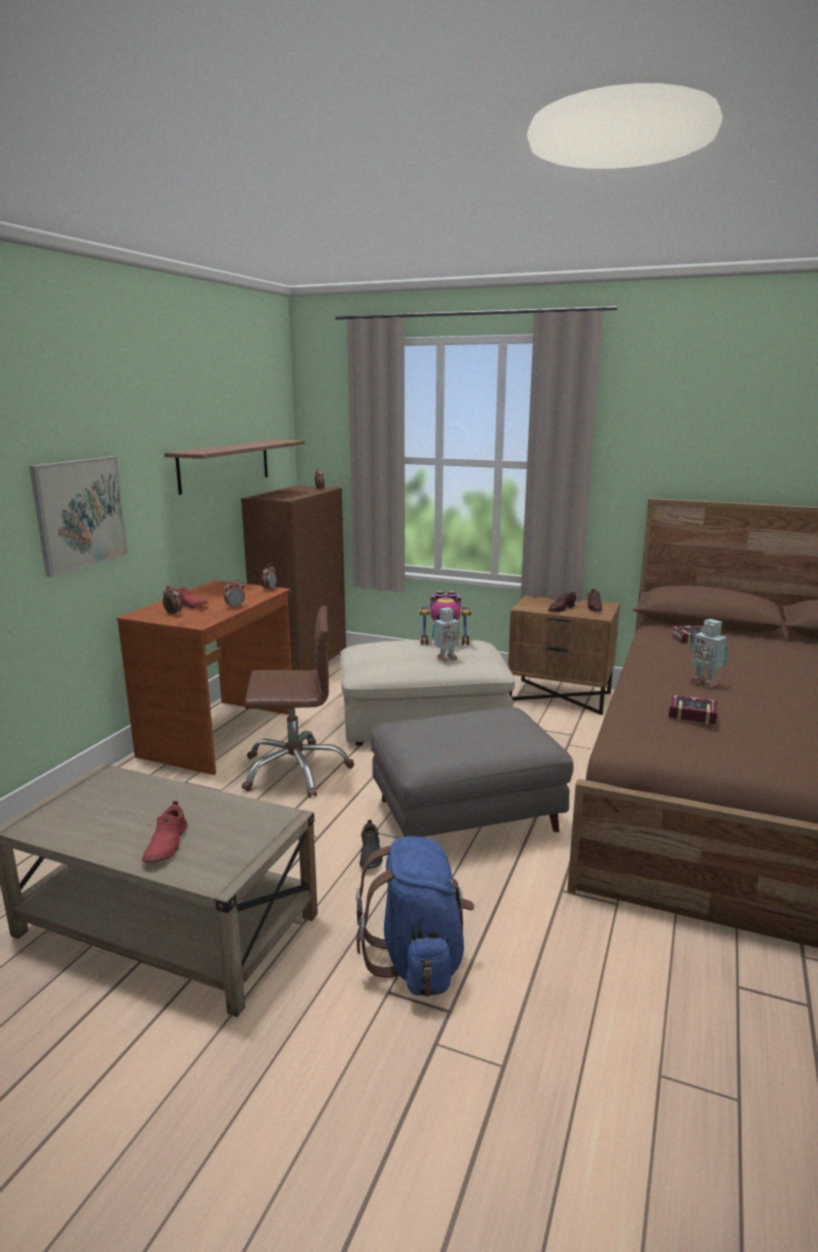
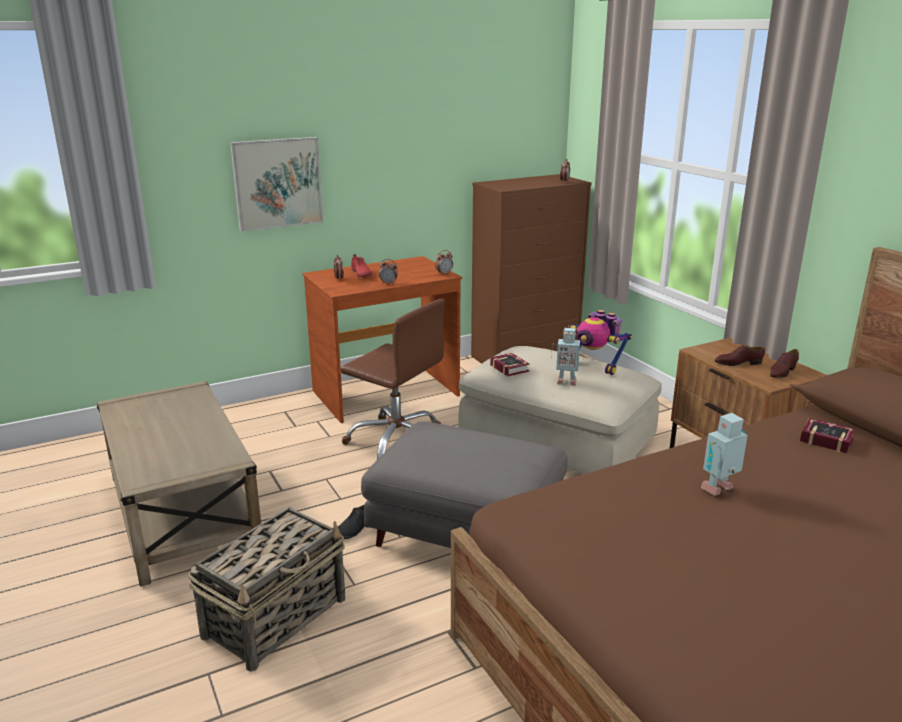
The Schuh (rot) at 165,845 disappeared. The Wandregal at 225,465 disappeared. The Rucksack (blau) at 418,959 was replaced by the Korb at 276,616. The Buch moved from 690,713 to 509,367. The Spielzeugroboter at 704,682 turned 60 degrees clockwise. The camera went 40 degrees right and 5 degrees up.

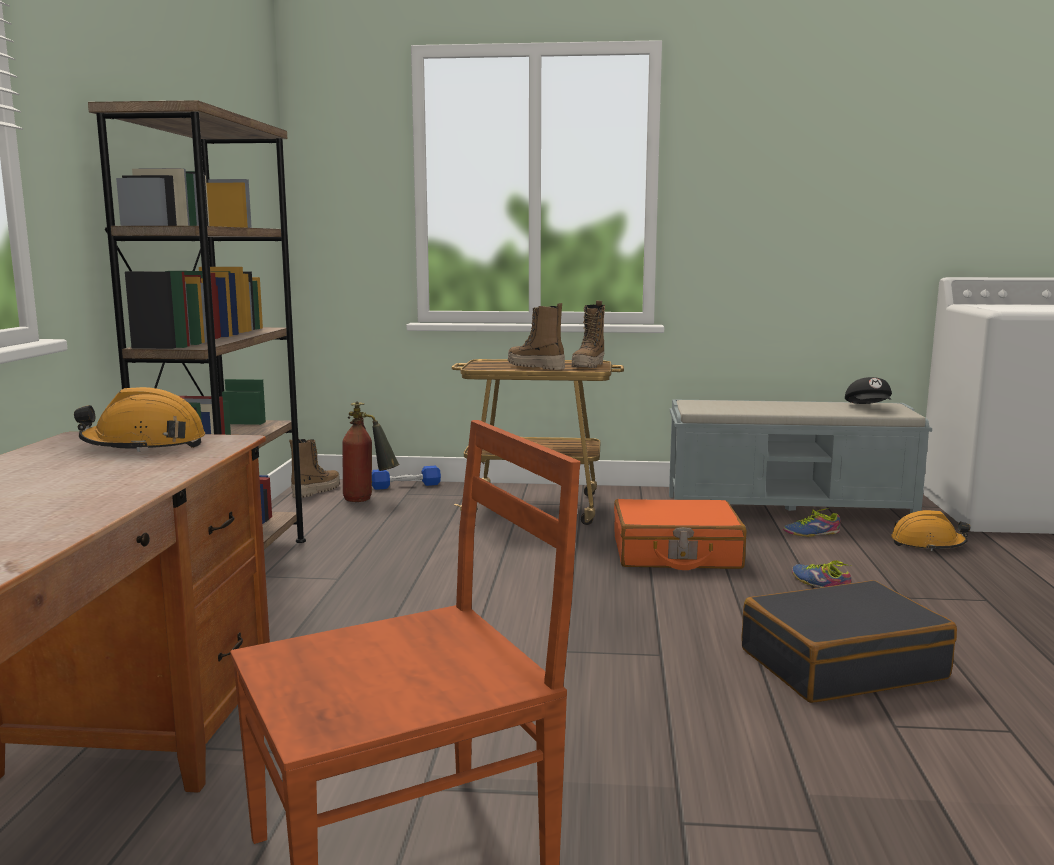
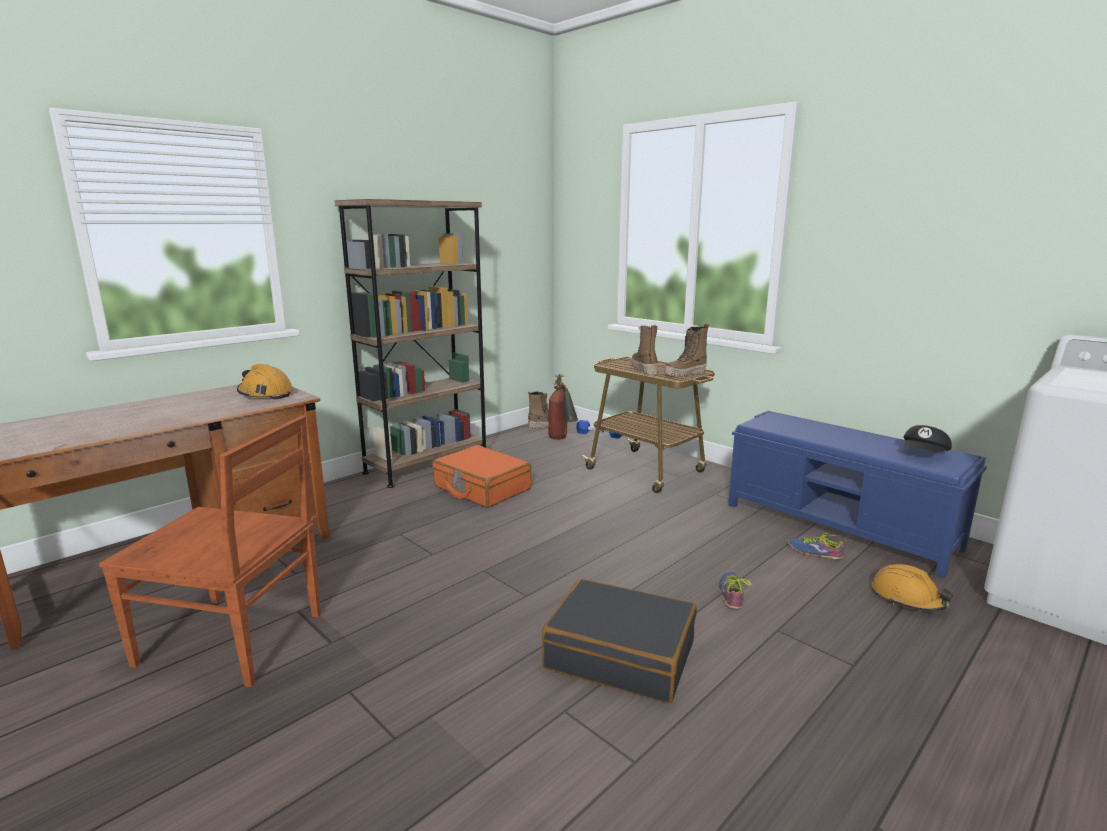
The Koffer (orange) moved from 676,553 to 481,488. The Bank (grau) at 789,509 became the Bank (blau) at 840,526. The camera went 40 degrees right and 5 degrees up.

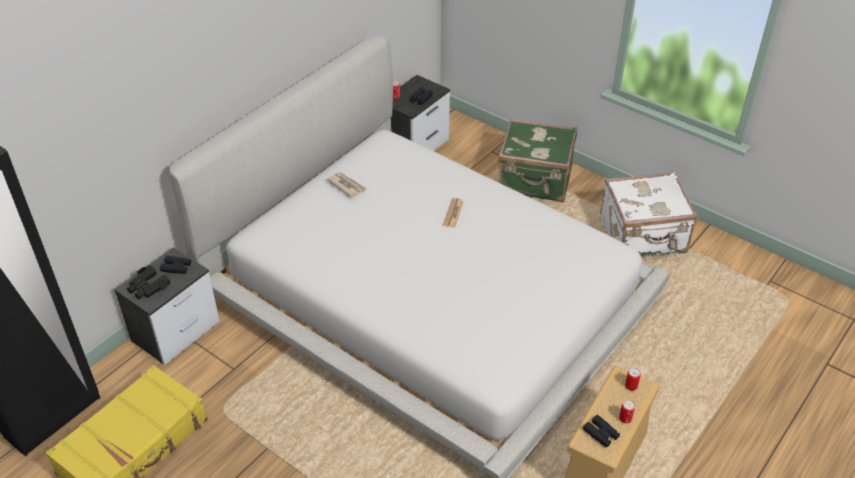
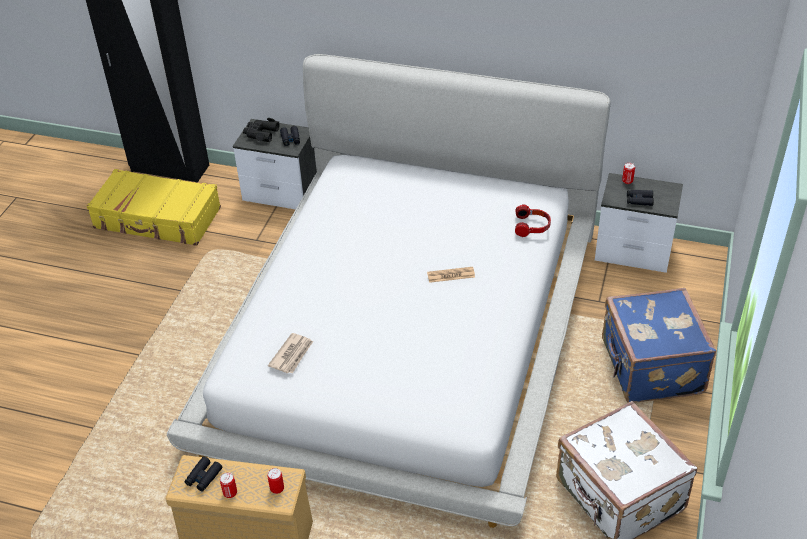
The Zeitung moved from 346,185 to 292,355. The Koffer (grün) at 535,181 became the Koffer (blau) at 650,367. The Kopfhörer at 532,226 appeared. The camera went 70 degrees right and 0 degrees up.

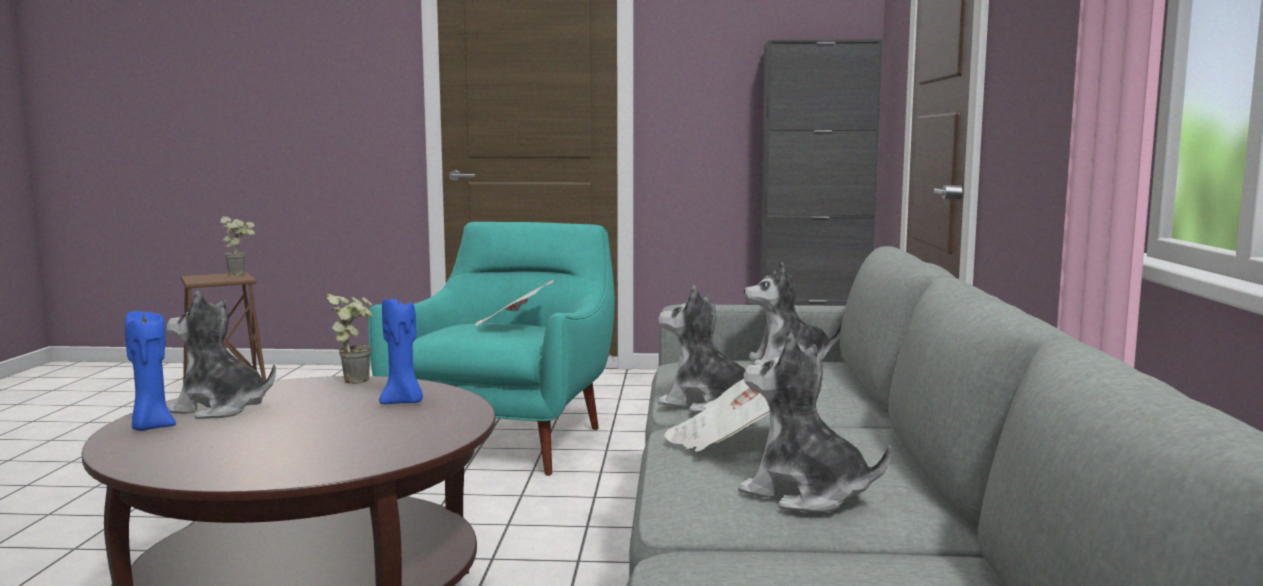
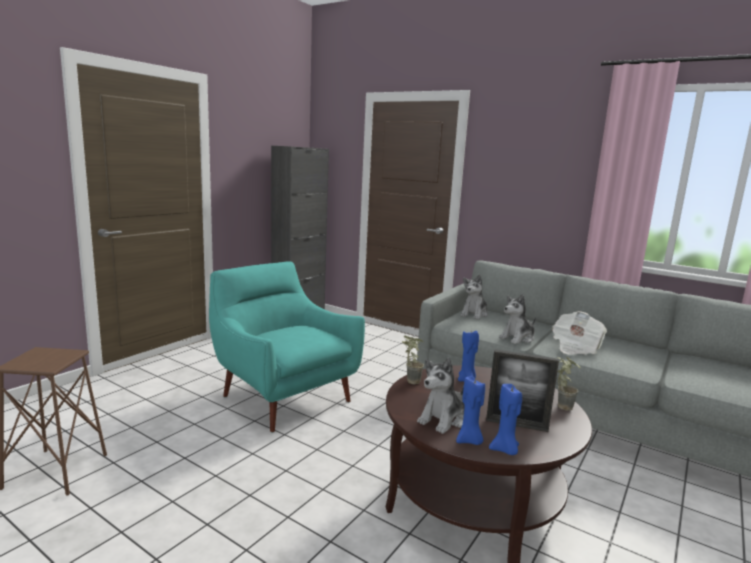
The Topfpflanze moved from 241,274 to 561,405. The Zeitung at 511,327 disappeared. The Plüschtier at 805,494 disappeared. The Bilderrahmen at 516,425 appeared. The Kerze (blau) at 505,450 appeared. The camera went 60 degrees left and 5 degrees up.

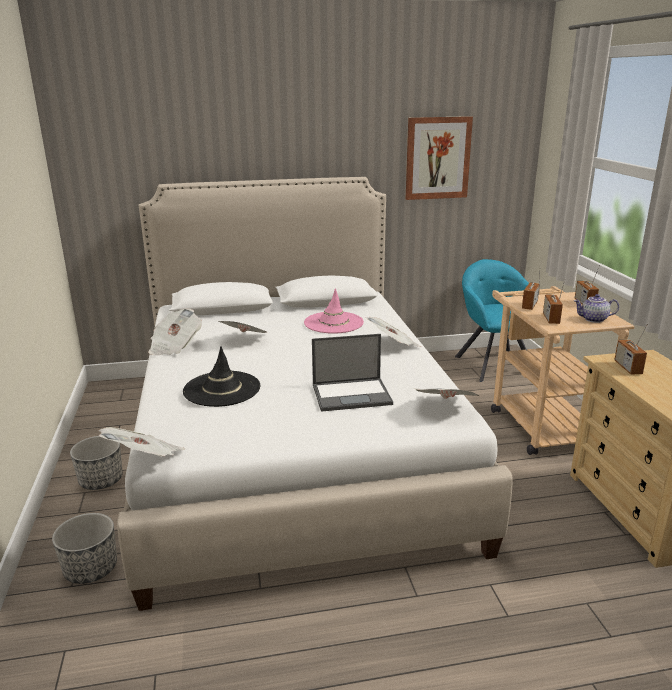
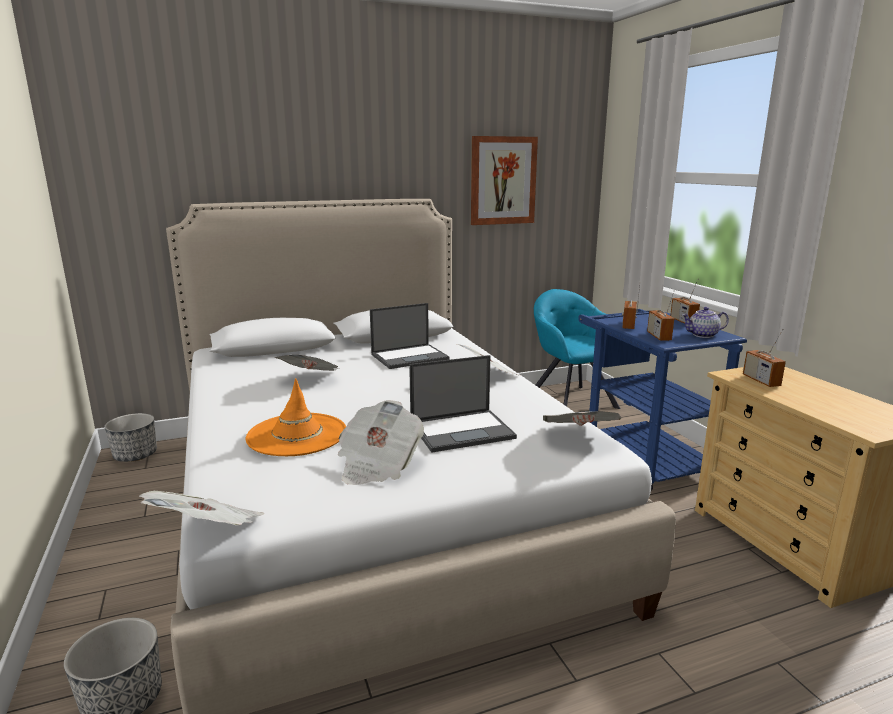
The Pflanzkübel moved from 101,480 to 135,455. The Zeitung moved from 174,346 to 378,465. The Hut (schwarz) at 222,389 became the Hut (orange) at 297,435. The Hut (rosa) at 333,323 was replaced by the Laptop at 410,357. The Rollwagen (beige) at 540,422 became the Rollwagen (blau) at 641,456. The camera went 10 degrees left and 5 degrees down.

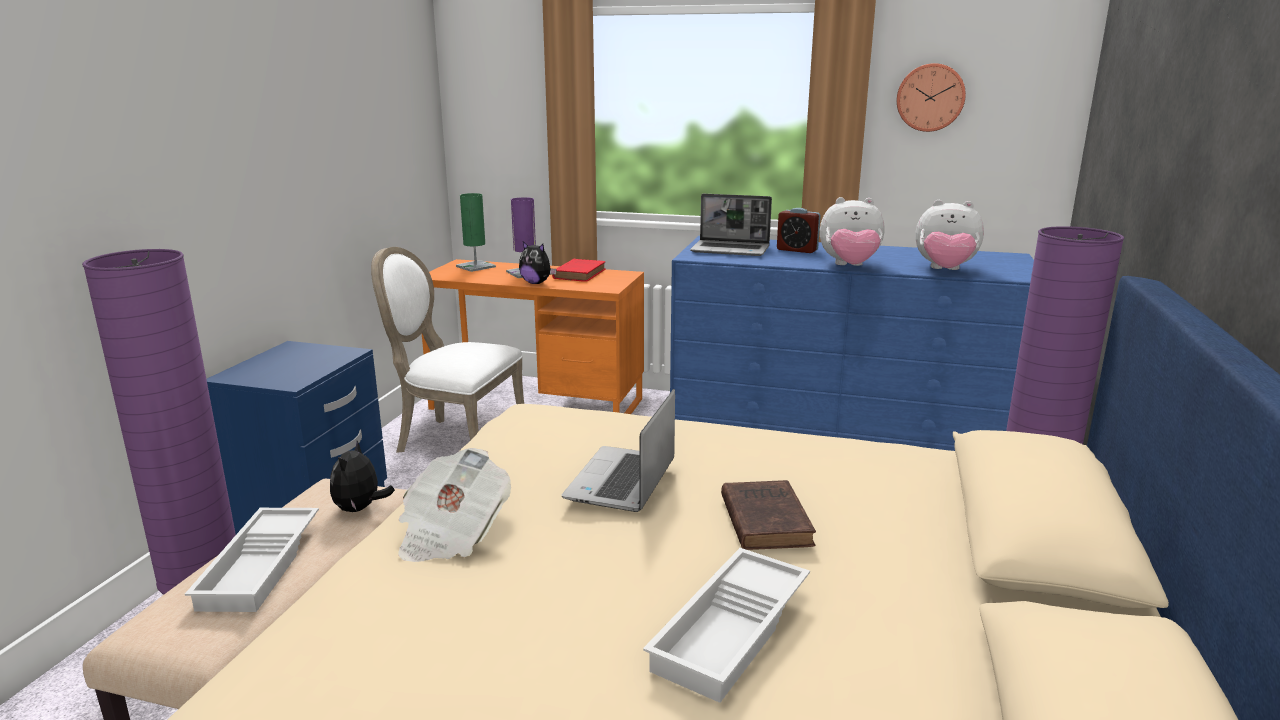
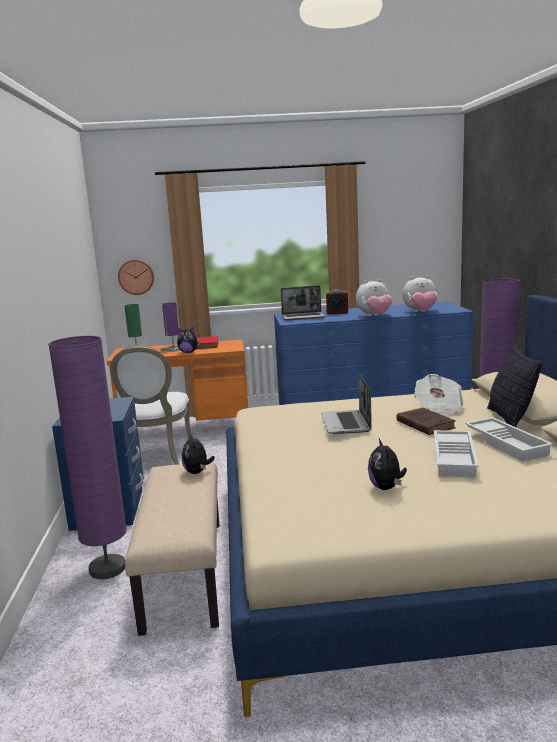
The Tablett (weiß) moved from 262,566 to 508,443. The Stuhl (weiß) at 456,441 turned 90 degrees counterclockwise. The Zeitung moved from 451,533 to 438,409. The Wanduhr moved from 930,97 to 136,277. The Plüschtier at 386,487 appeared. The Kissen at 510,420 appeared. The camera went 20 degrees left and 5 degrees down.

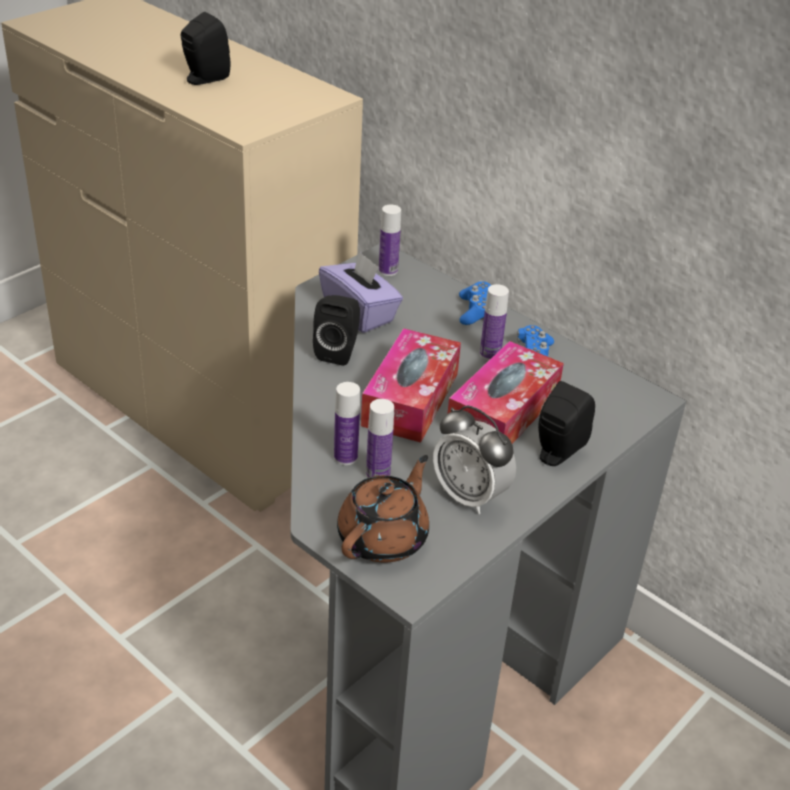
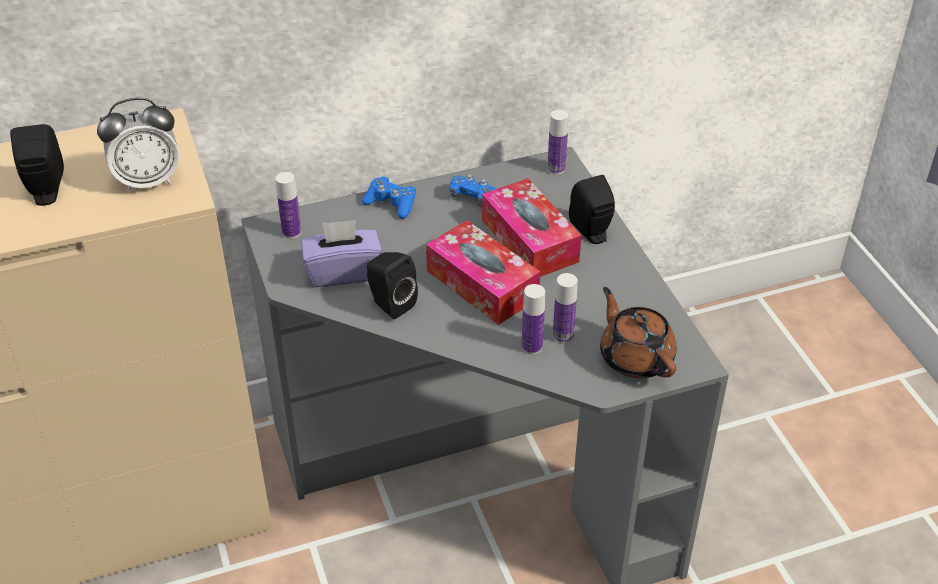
The Wecker moved from 470,496 to 148,181. The Flasche moved from 490,354 to 556,168. The camera went 60 degrees left and 5 degrees up.

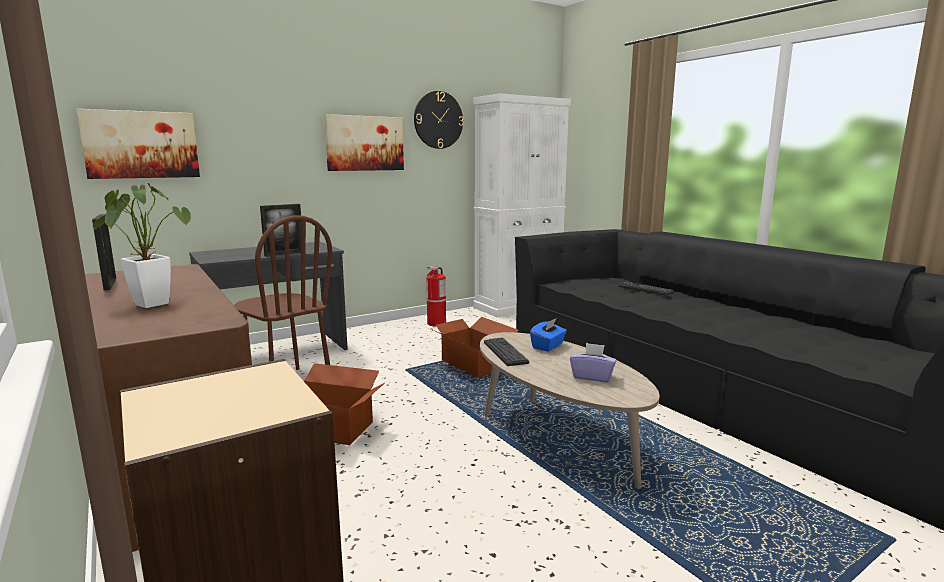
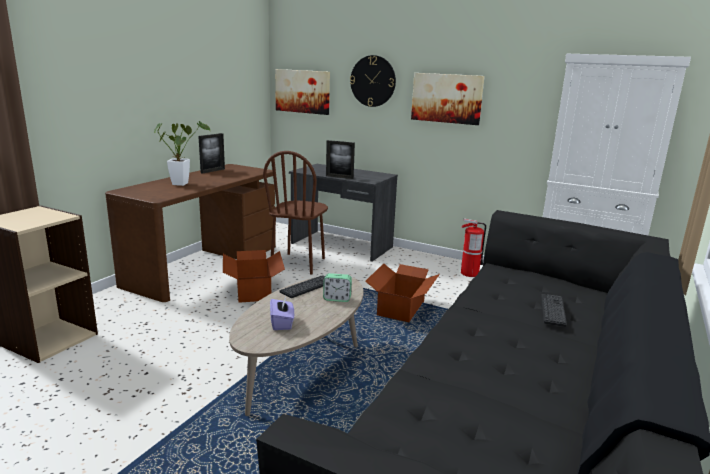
The Wanduhr moved from 438,120 to 373,81. The Taschentuchbox (blau) at 548,346 was replaced by the Wecker at 337,299. The camera went 60 degrees right and 5 degrees up.

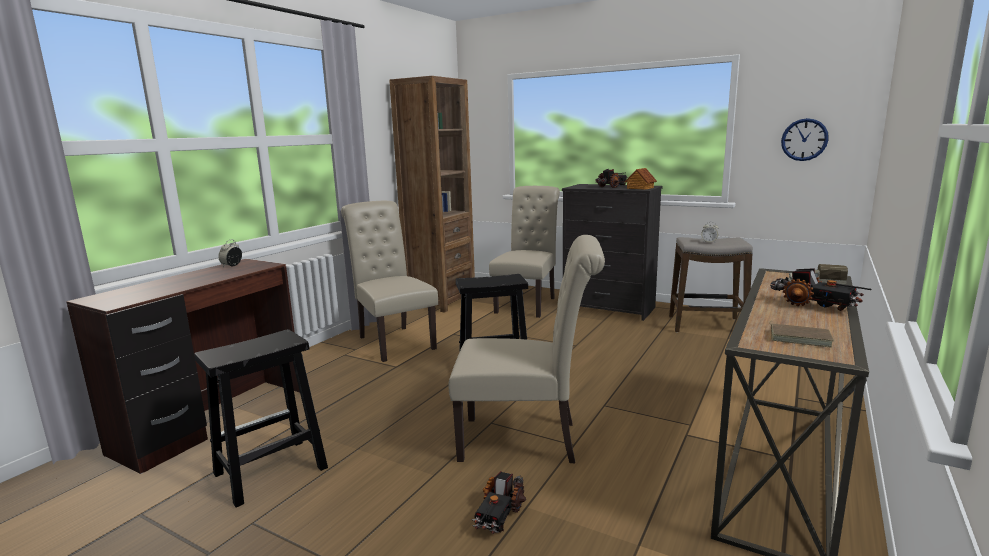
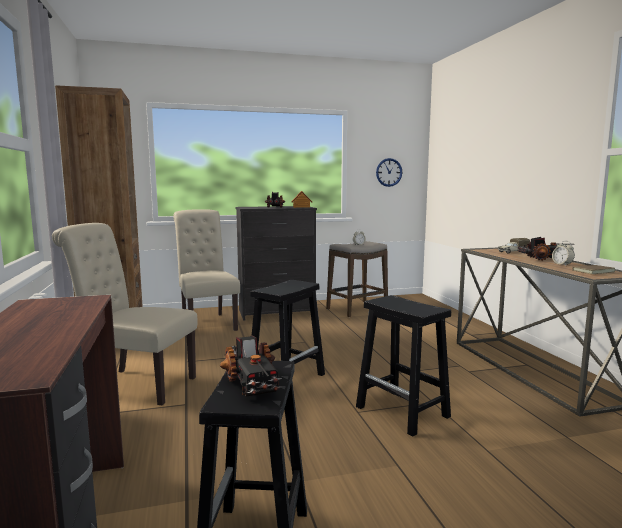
The Wecker moved from 232,266 to 562,265. The Stuhl (beige) at 527,440 was replaced by the Hocker (schwarz) at 403,412. The Spielzeuglaster moved from 499,513 to 251,383. The camera went 45 degrees left and 5 degrees down.

